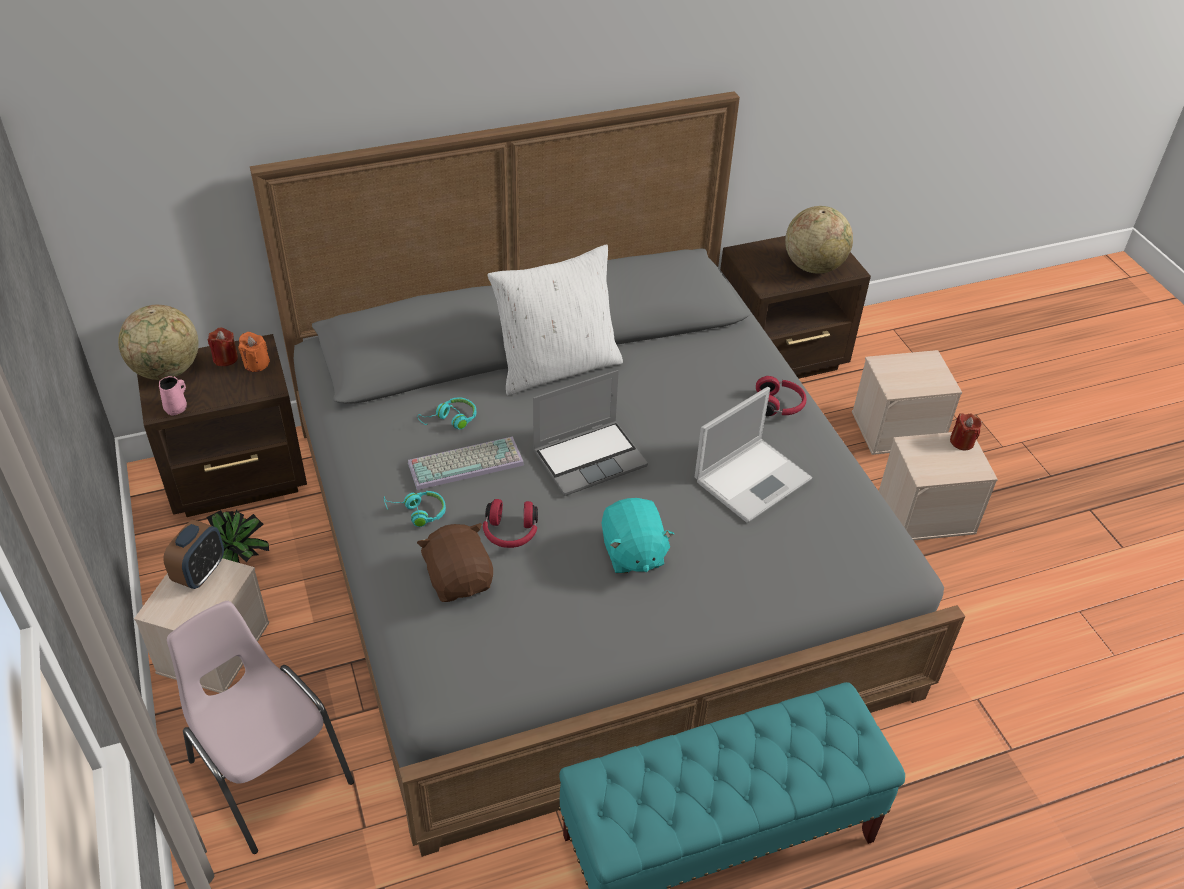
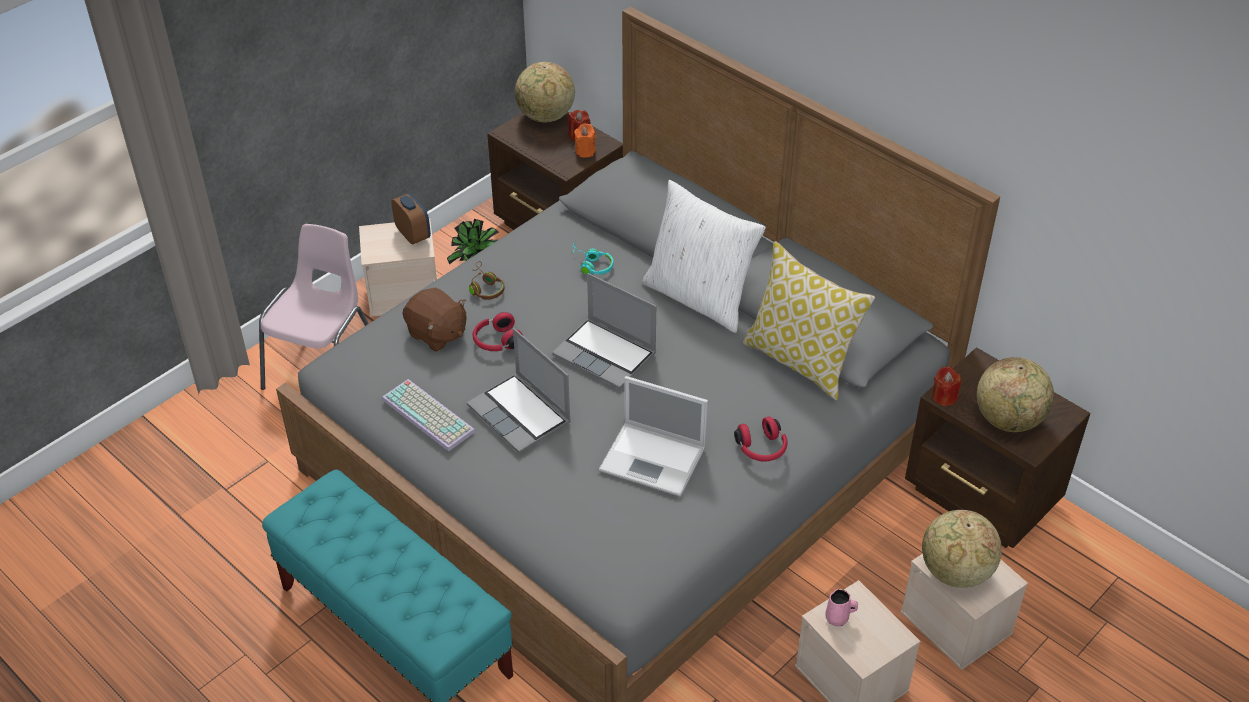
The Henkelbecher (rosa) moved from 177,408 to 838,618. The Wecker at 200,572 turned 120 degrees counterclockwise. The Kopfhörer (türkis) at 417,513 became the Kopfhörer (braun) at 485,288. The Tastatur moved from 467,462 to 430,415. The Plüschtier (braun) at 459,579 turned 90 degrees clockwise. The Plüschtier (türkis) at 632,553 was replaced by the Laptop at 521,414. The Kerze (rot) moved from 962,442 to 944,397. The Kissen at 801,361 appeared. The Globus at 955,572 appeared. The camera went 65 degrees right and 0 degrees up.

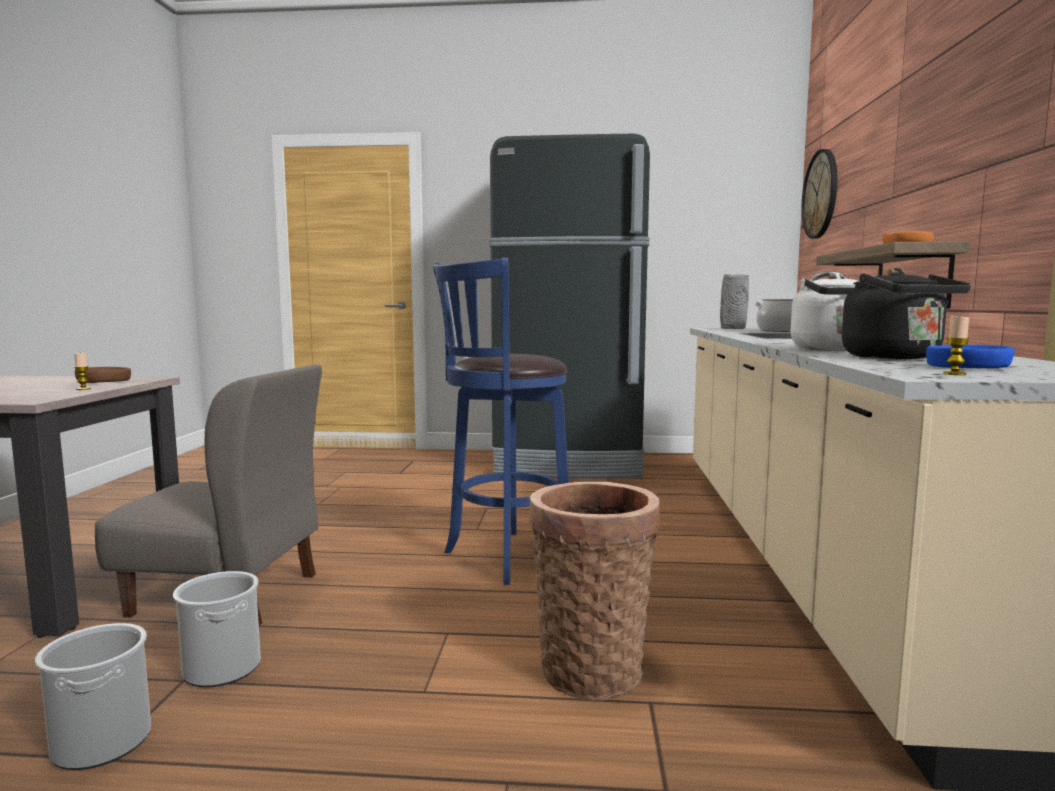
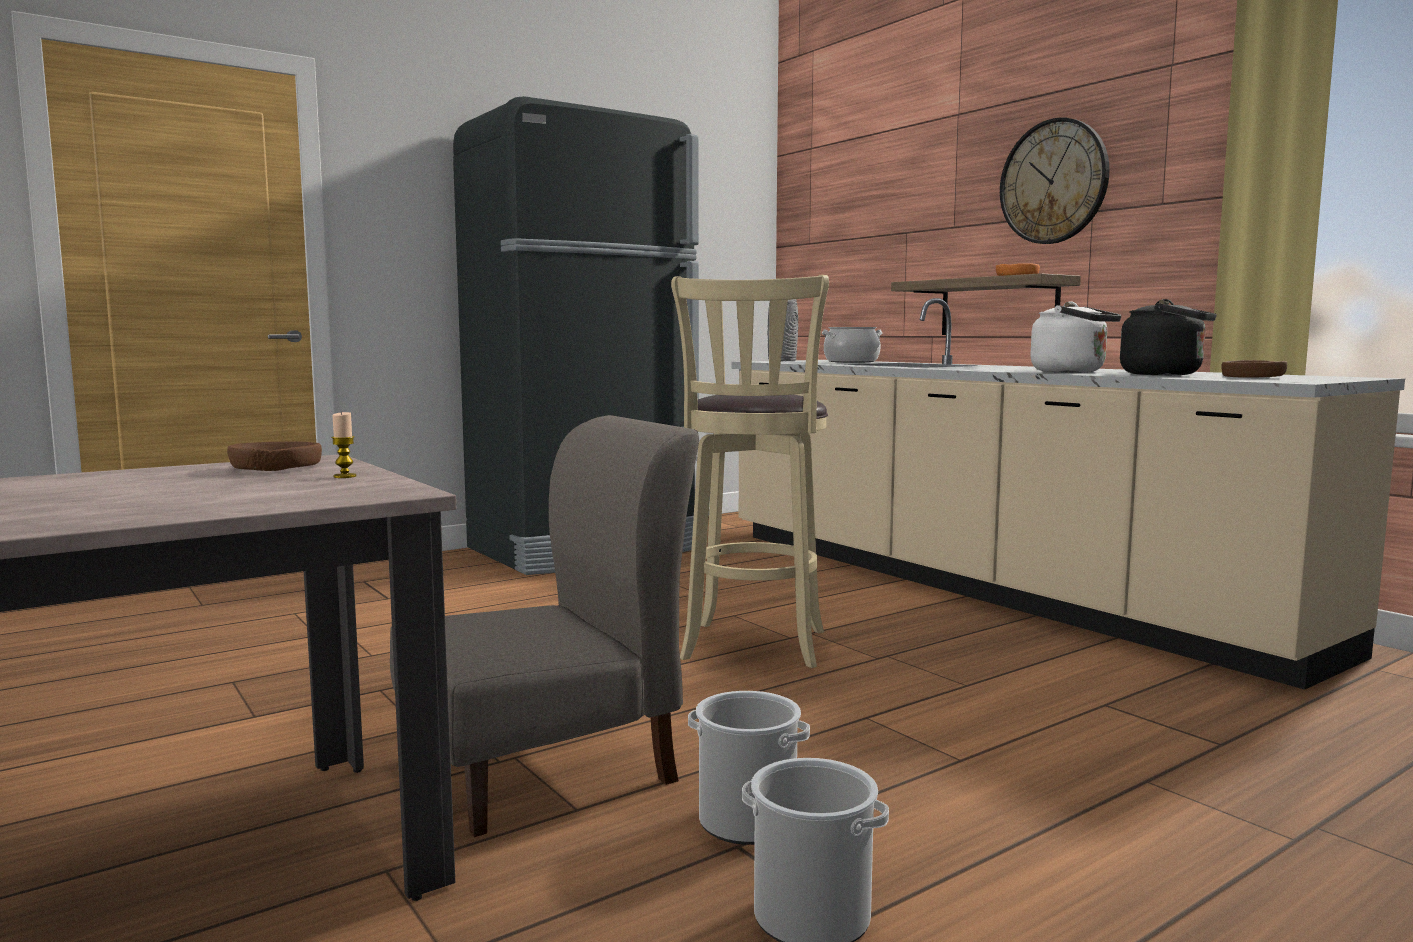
The Hocker (blau) at 504,558 became the Hocker (beige) at 753,647. The Korb at 591,667 disappeared. The Wanduhr moved from 820,194 to 1053,182. The Schüssel (blau) at 968,367 became the Schüssel (braun) at 1253,377. The Kerze at 954,374 disappeared. The camera went 40 degrees left and 0 degrees up.

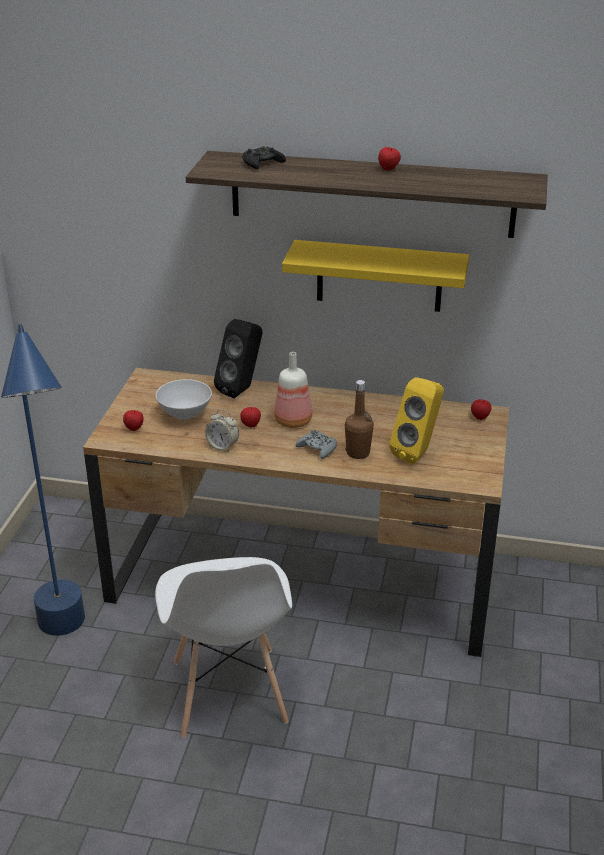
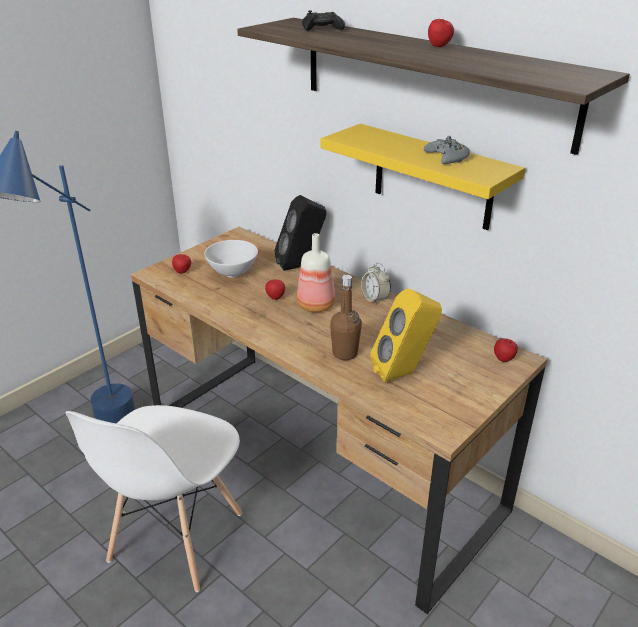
The Wecker moved from 222,446 to 375,299. The Gamepad (grau) moved from 317,448 to 446,157. The camera went 30 degrees right and 0 degrees up.

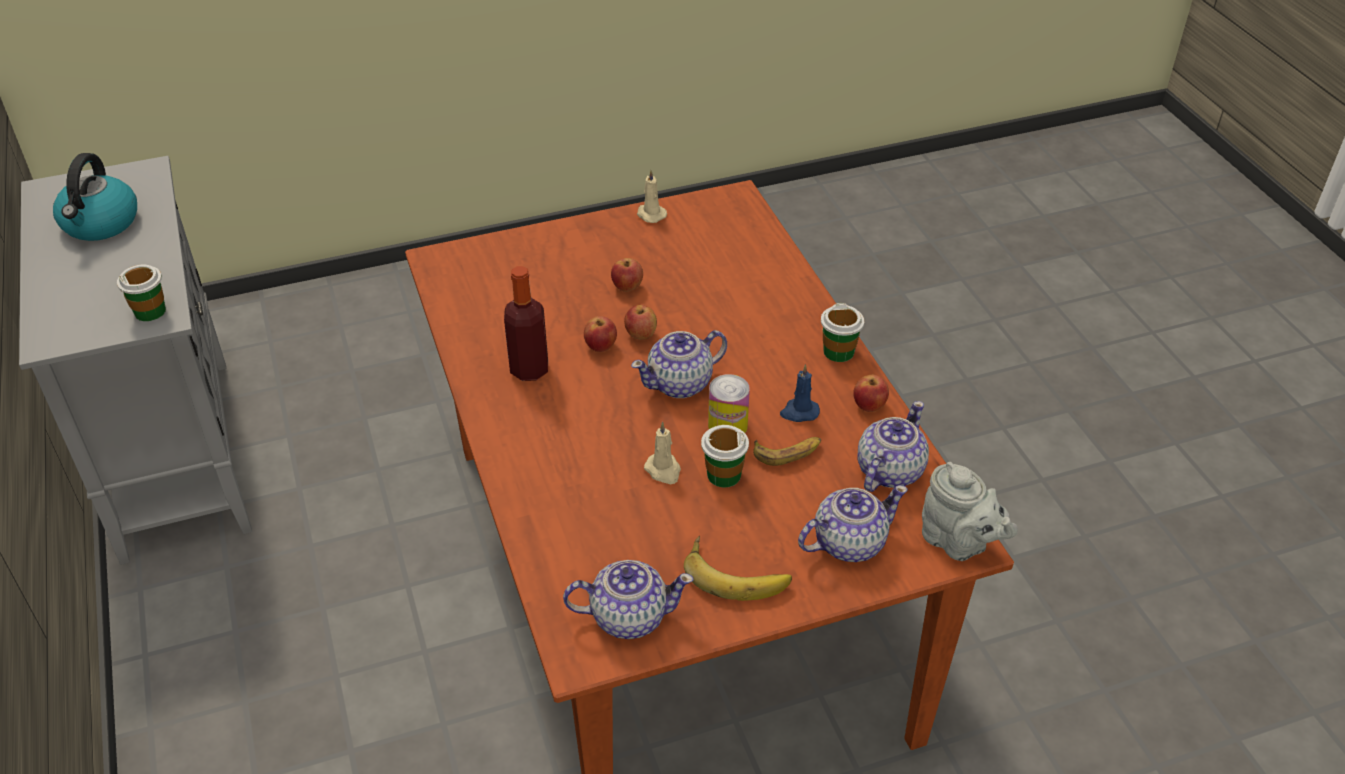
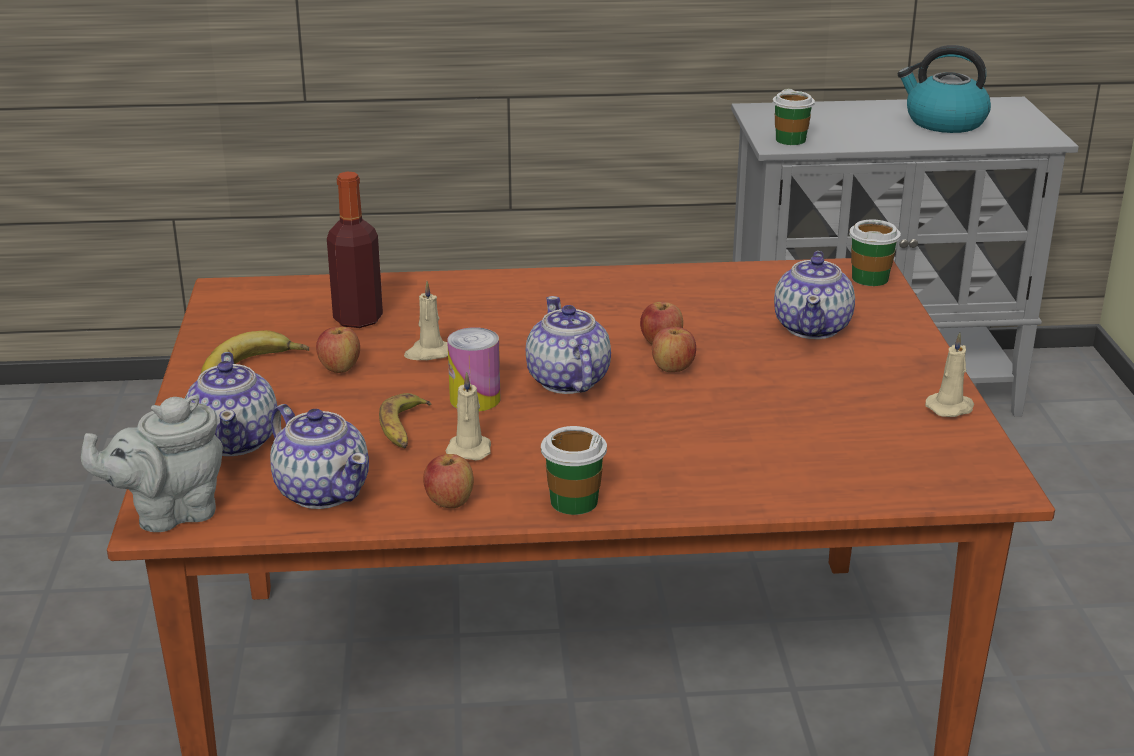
The Flasche moved from 529,369 to 358,319. The Teekanne moved from 628,616 to 813,327. The Apfel moved from 627,287 to 339,368. The Tasse moved from 723,475 to 870,278. The Kerze (blau) at 799,412 became the Kerze (beige) at 469,449. The camera went 105 degrees right and 15 degrees down.

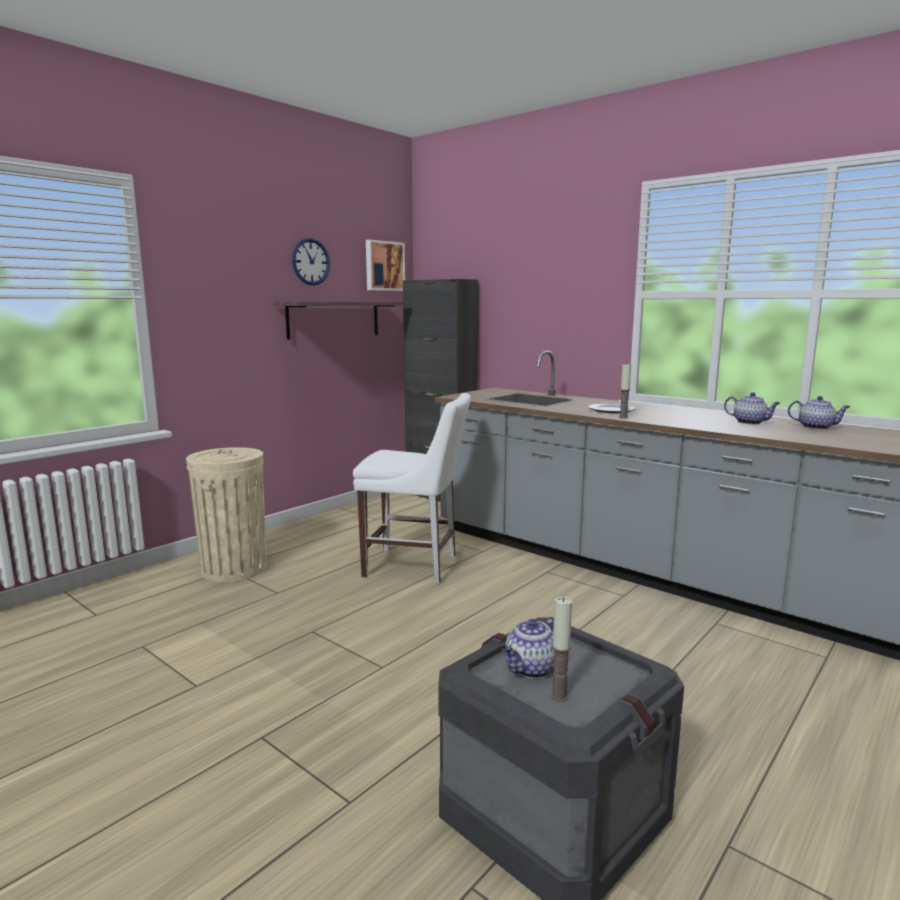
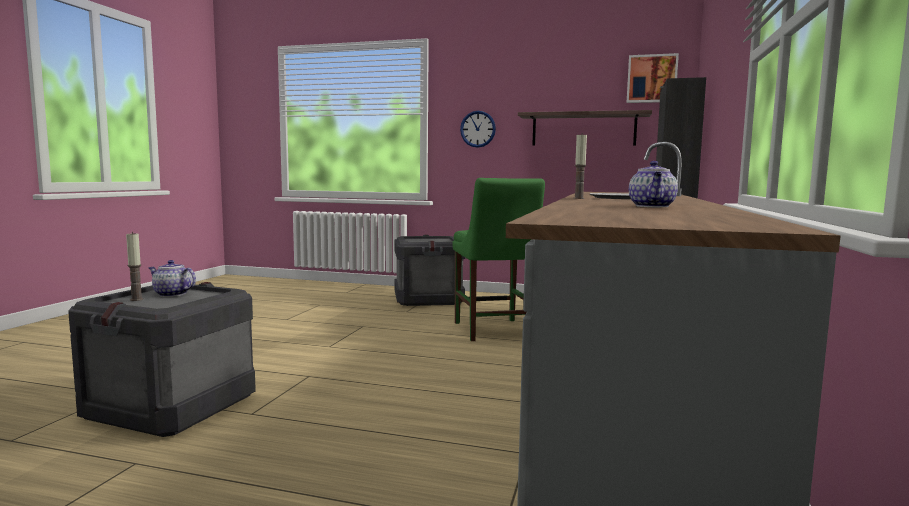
The Mülleimer (beige) at 234,568 was replaced by the Kiste at 429,299. The Wanduhr moved from 311,262 to 478,129. The Stuhl (weiß) at 415,566 became the Stuhl (grün) at 494,331. The Teekanne at 816,427 disappeared. The camera went 65 degrees right and 5 degrees down.

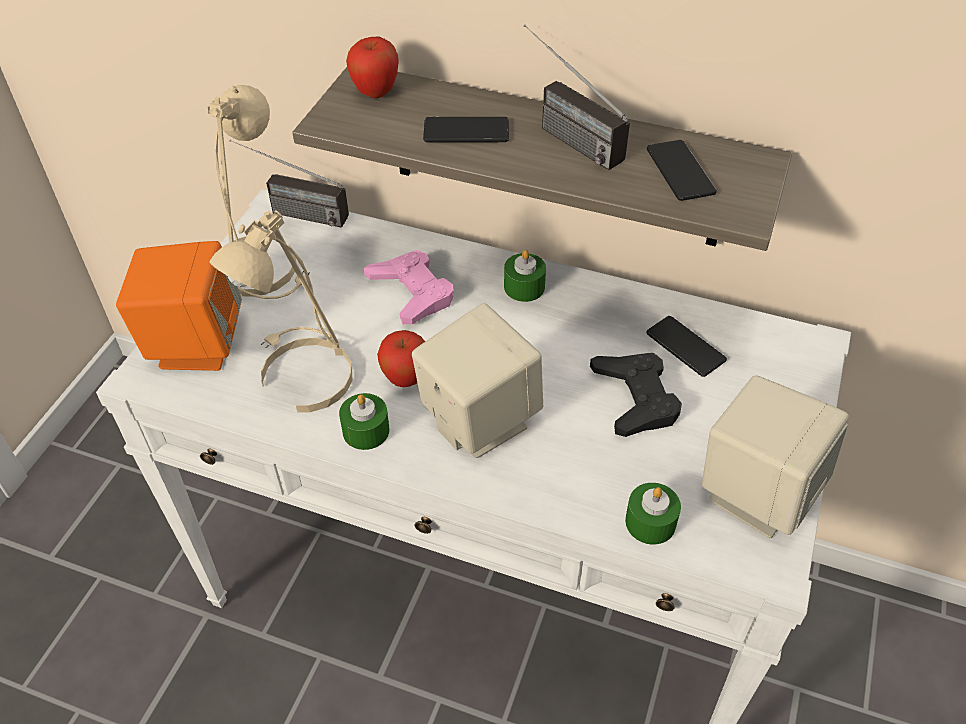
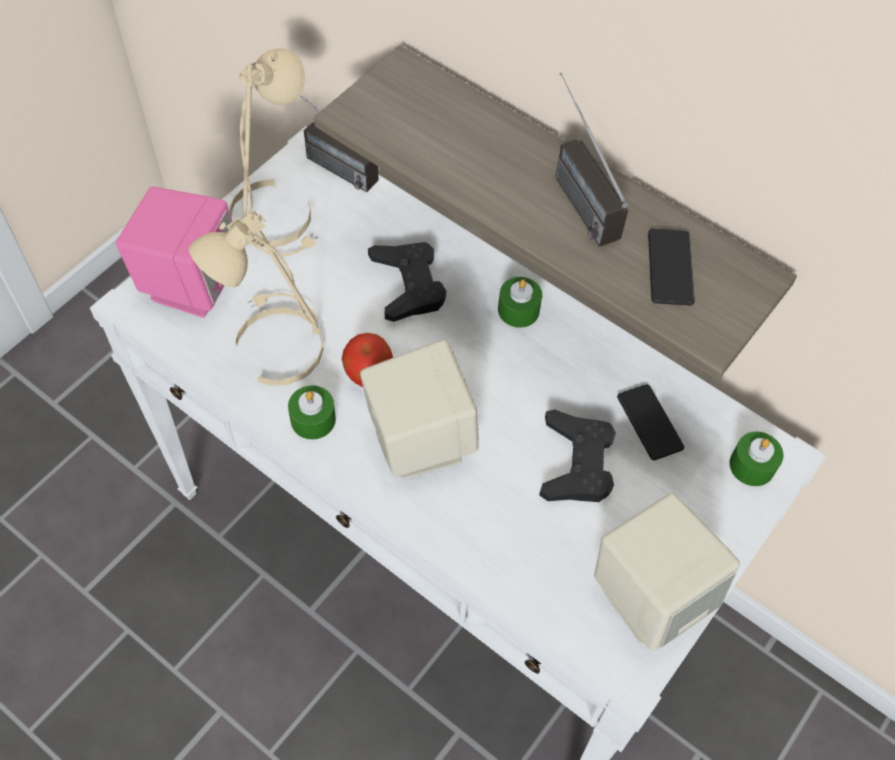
The Lautsprecher (orange) at 195,344 became the Lautsprecher (rosa) at 190,283. The Apfel at 376,93 disappeared. The Gamepad (rosa) at 412,292 became the Gamepad (schwarz) at 408,285. The Handy at 466,131 disappeared. The Kerze (grün) moved from 650,522 to 752,465. The camera went 15 degrees right and 10 degrees up.

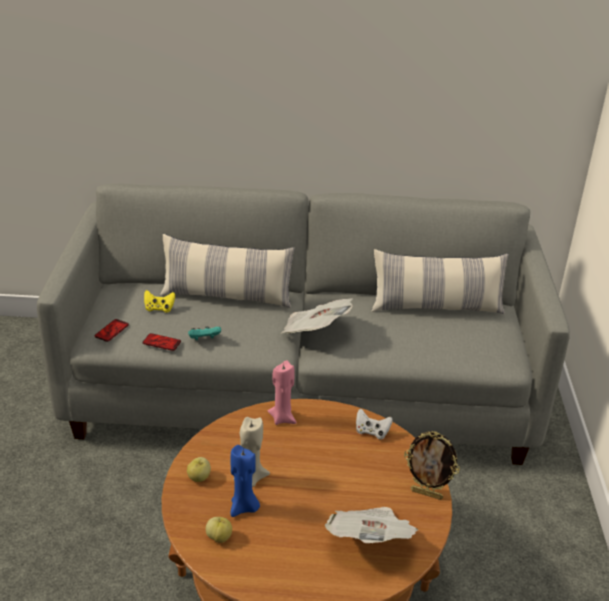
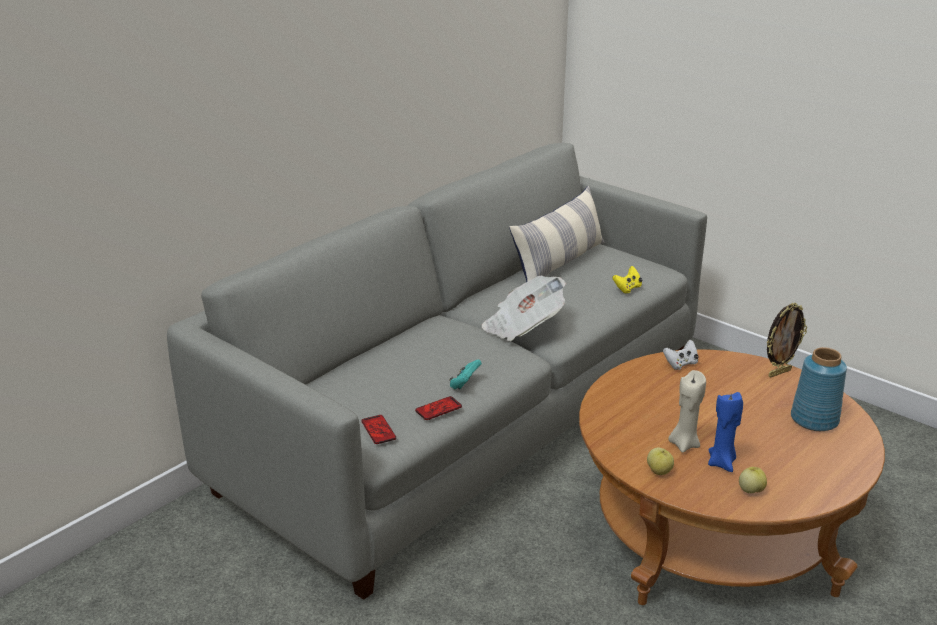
The Gamepad (gelb) moved from 159,309 to 627,288. The Kissen at 227,297 disappeared. The Kerze (rosa) at 282,418 disappeared. The Zeitung at 370,541 was replaced by the Vase (blau) at 813,419. The camera went 50 degrees left and 5 degrees down.

